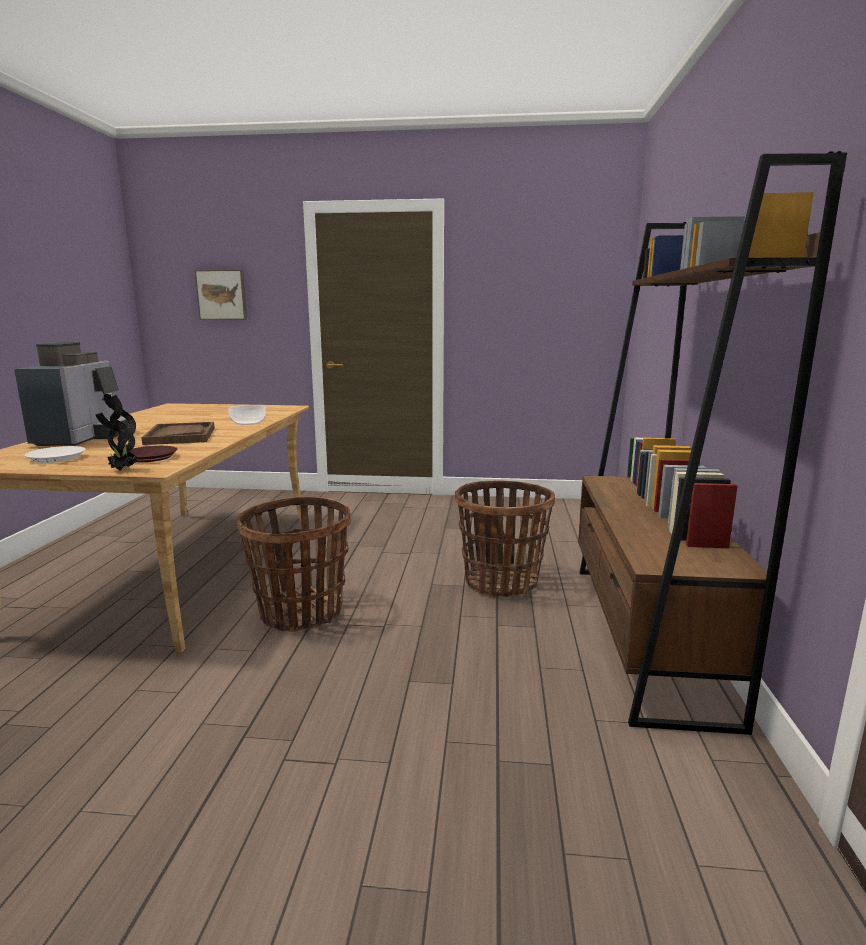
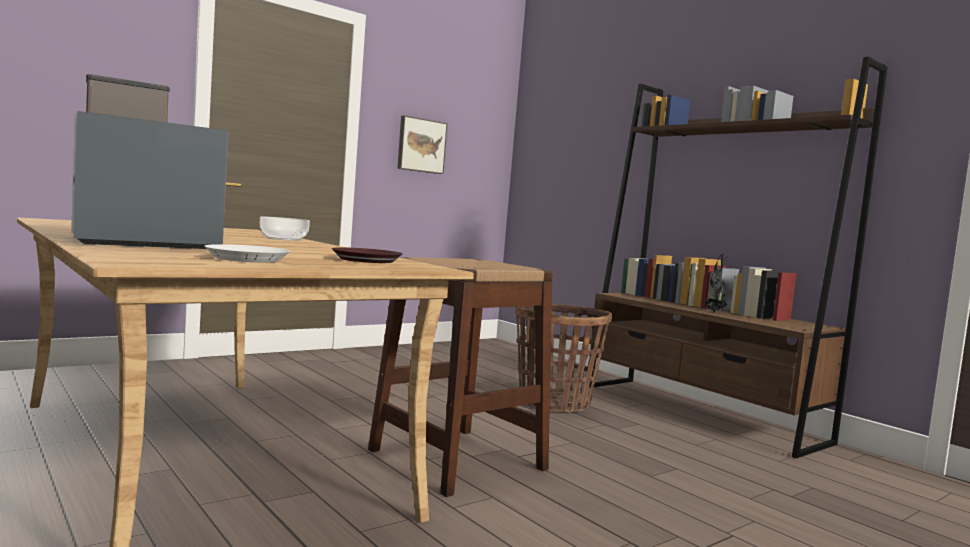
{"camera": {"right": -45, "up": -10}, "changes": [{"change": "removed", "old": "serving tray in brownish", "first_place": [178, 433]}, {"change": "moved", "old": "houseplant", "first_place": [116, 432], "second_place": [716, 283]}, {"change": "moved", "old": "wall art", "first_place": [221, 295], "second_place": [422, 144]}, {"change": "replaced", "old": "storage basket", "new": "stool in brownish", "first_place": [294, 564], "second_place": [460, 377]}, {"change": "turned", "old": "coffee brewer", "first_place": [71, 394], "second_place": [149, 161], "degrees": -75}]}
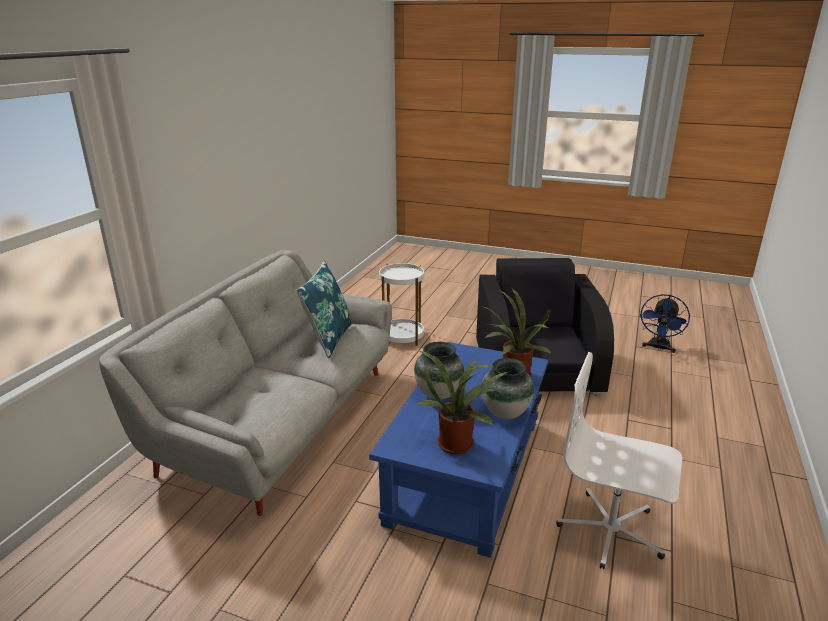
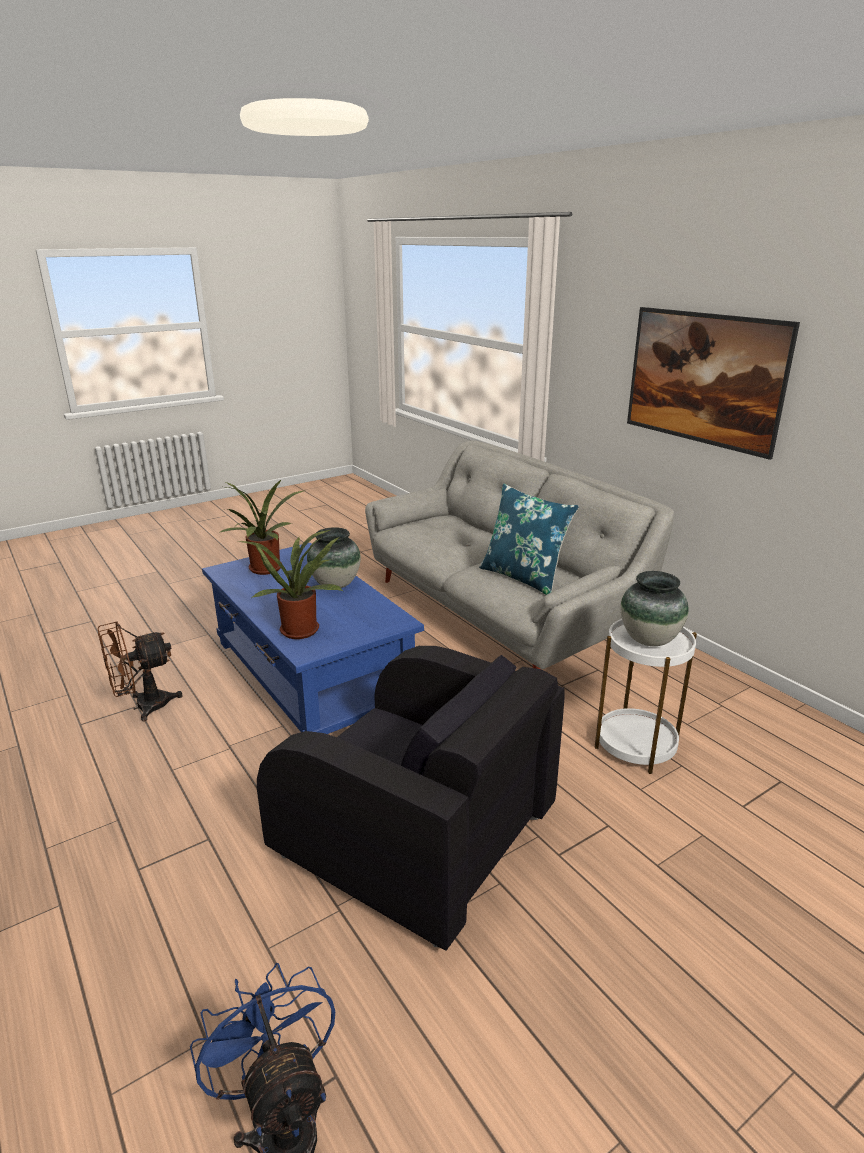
{"camera": {"right": 125, "up": 0}, "changes": [{"change": "added", "new": "wall art", "second_place": [713, 383]}, {"change": "moved", "old": "decorative vase", "first_place": [508, 388], "second_place": [654, 608]}, {"change": "replaced", "old": "office chair in white-coloured", "new": "electric fan in brownish", "first_place": [619, 460], "second_place": [140, 671]}]}
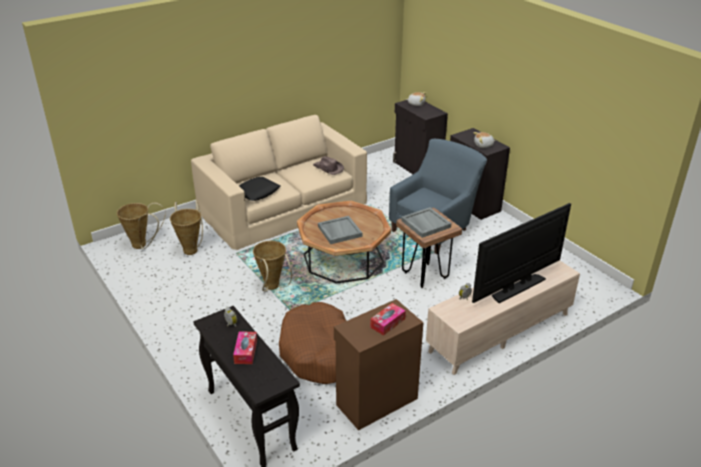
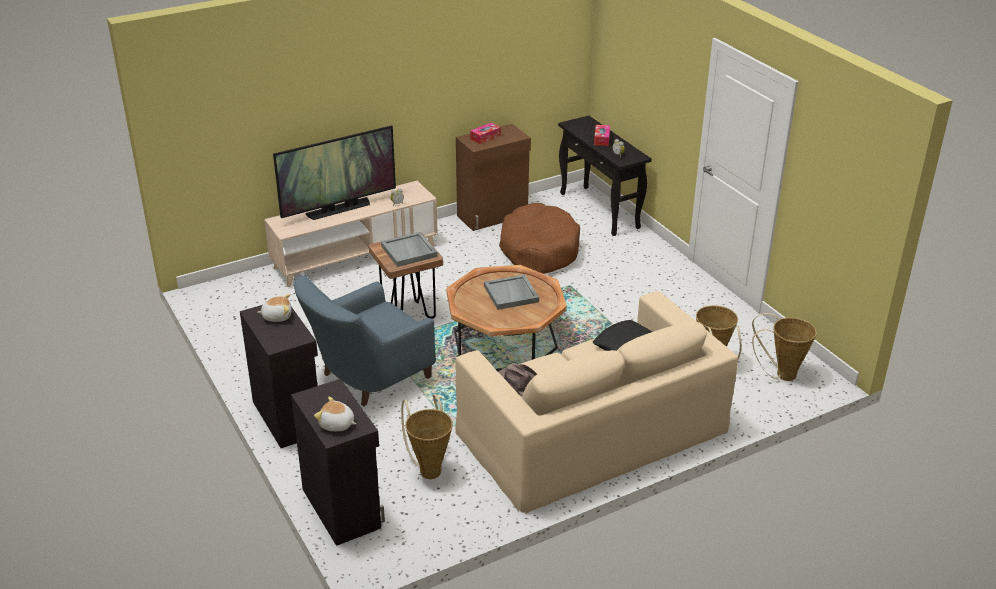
{"camera": {"right": -175, "up": 0}, "changes": [{"change": "moved", "old": "storage basket", "first_place": [272, 266], "second_place": [427, 436]}]}
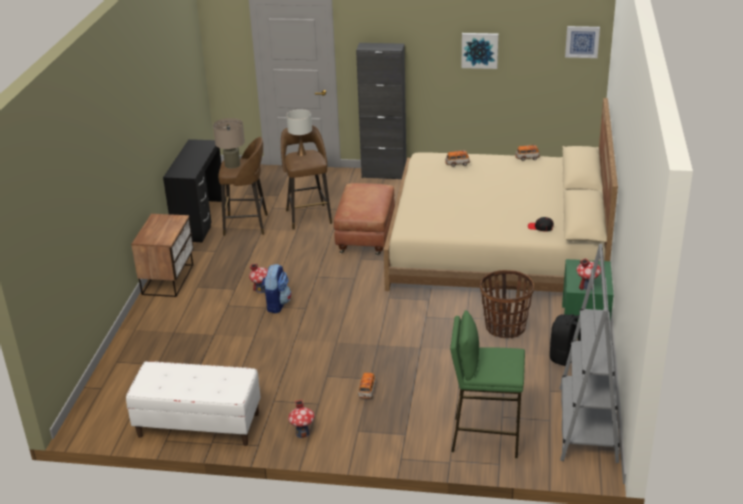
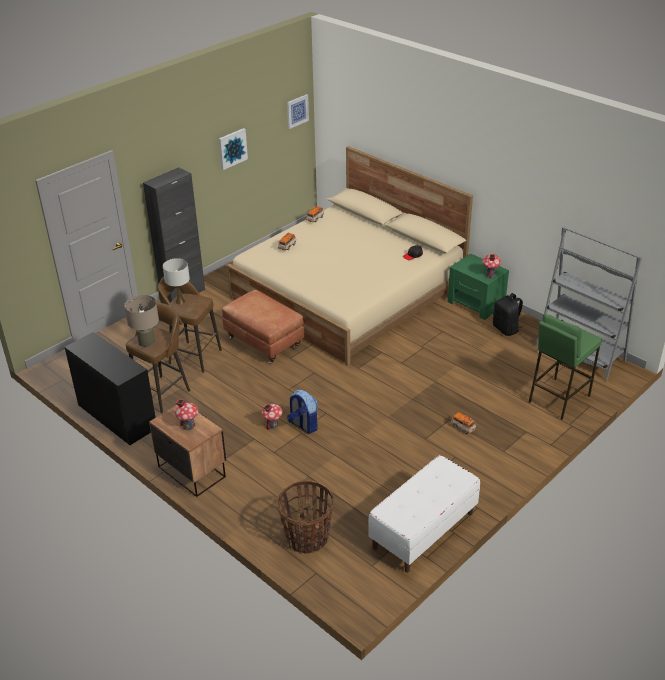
{"camera": {"right": -55, "up": 5}, "changes": [{"change": "moved", "old": "miniature house", "first_place": [301, 419], "second_place": [187, 414]}, {"change": "moved", "old": "storage basket", "first_place": [507, 304], "second_place": [305, 517]}]}
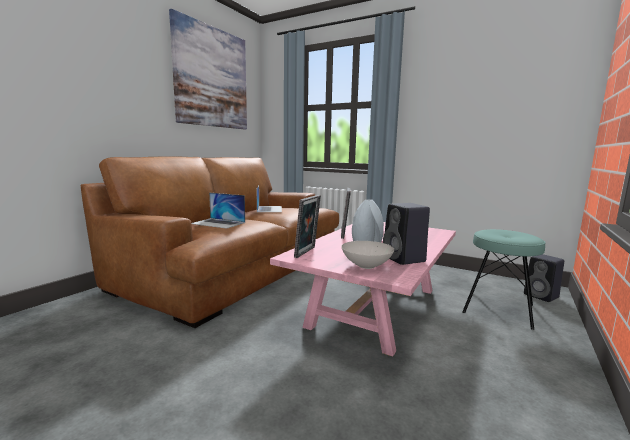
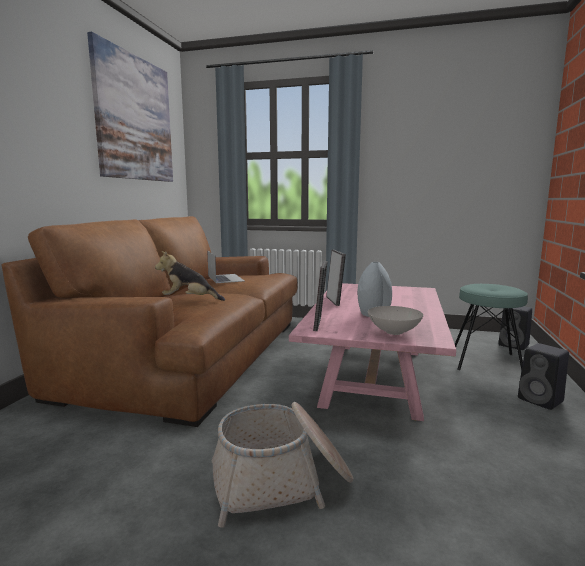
{"camera": {"right": -15, "up": 0}, "changes": [{"change": "added", "new": "storage basket", "second_place": [282, 465]}, {"change": "moved", "old": "loudspeaker in black", "first_place": [406, 234], "second_place": [543, 376]}, {"change": "replaced", "old": "portable computer", "new": "cuddly toy", "first_place": [218, 210], "second_place": [190, 276]}]}
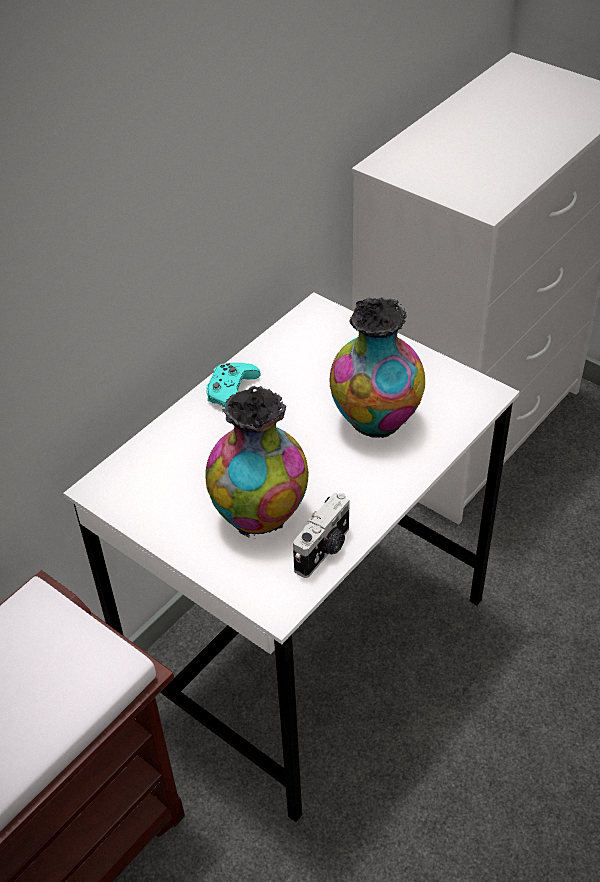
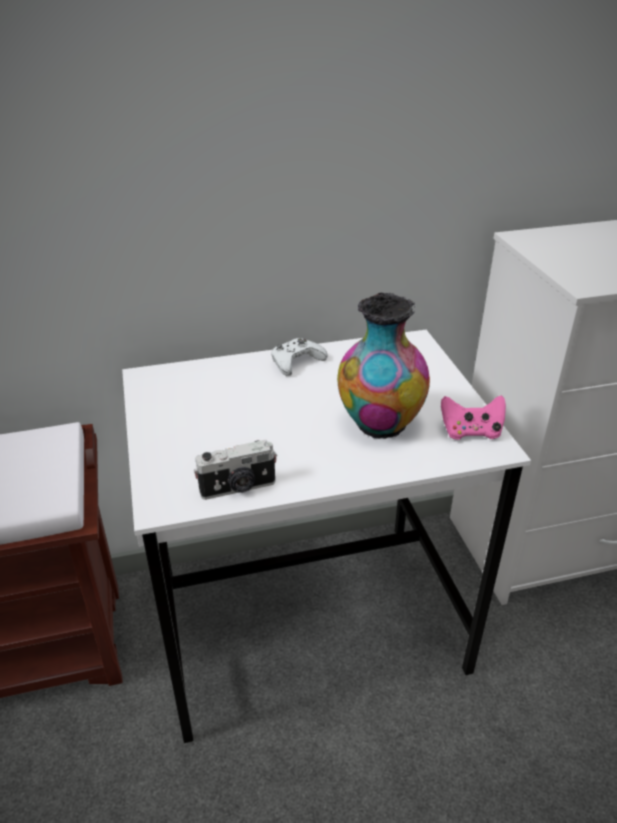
{"camera": {"right": 35, "up": -10}, "changes": [{"change": "removed", "old": "decorative vase", "first_place": [257, 461]}, {"change": "added", "new": "joypad in pink", "second_place": [473, 417]}, {"change": "recoloured", "old": "joypad in turquoise-coloured", "new": "joypad in white-coloured", "first_place": [233, 385], "second_place": [299, 357]}]}
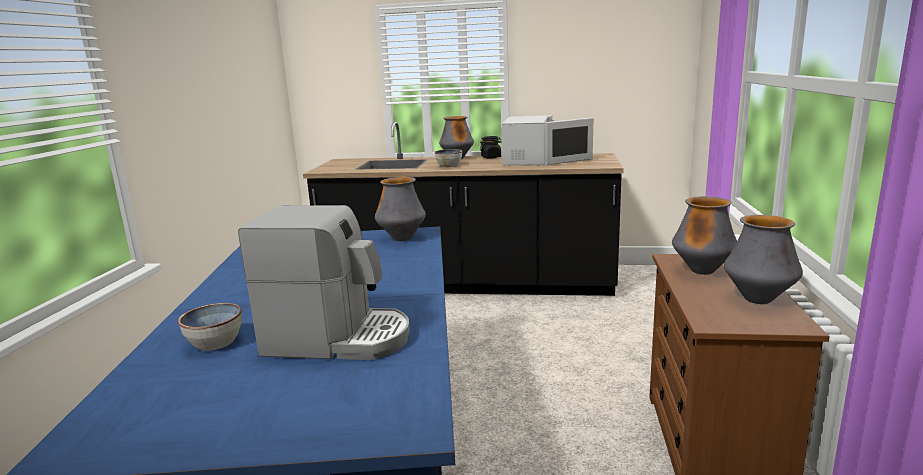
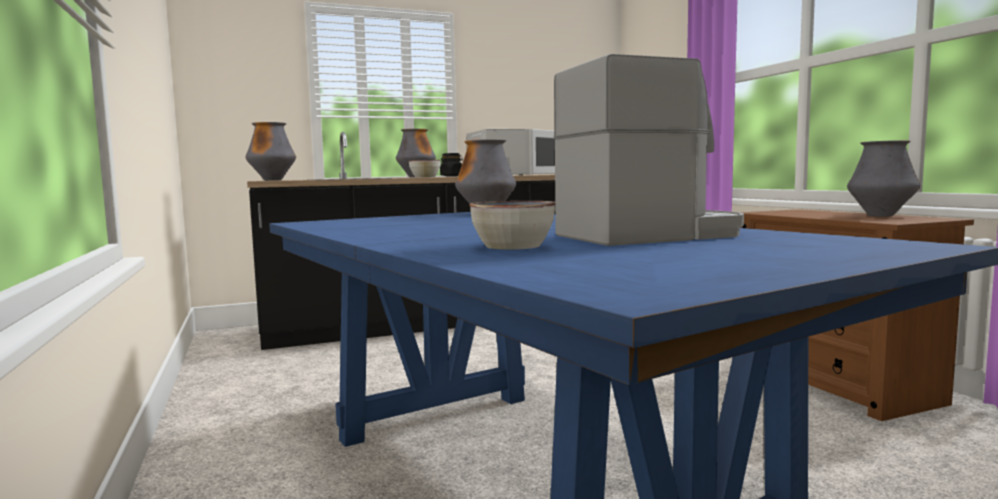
{"camera": {"right": -30, "up": -10}, "changes": [{"change": "moved", "old": "decorative vase", "first_place": [704, 235], "second_place": [271, 151]}]}
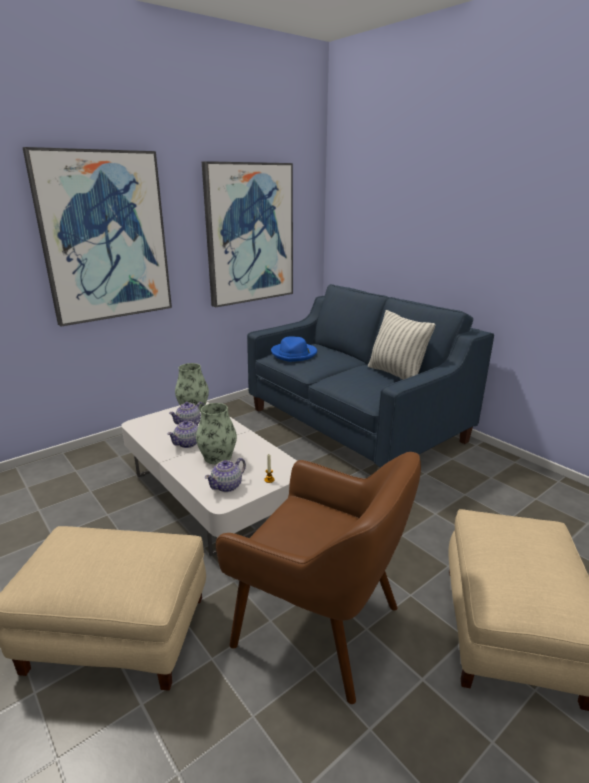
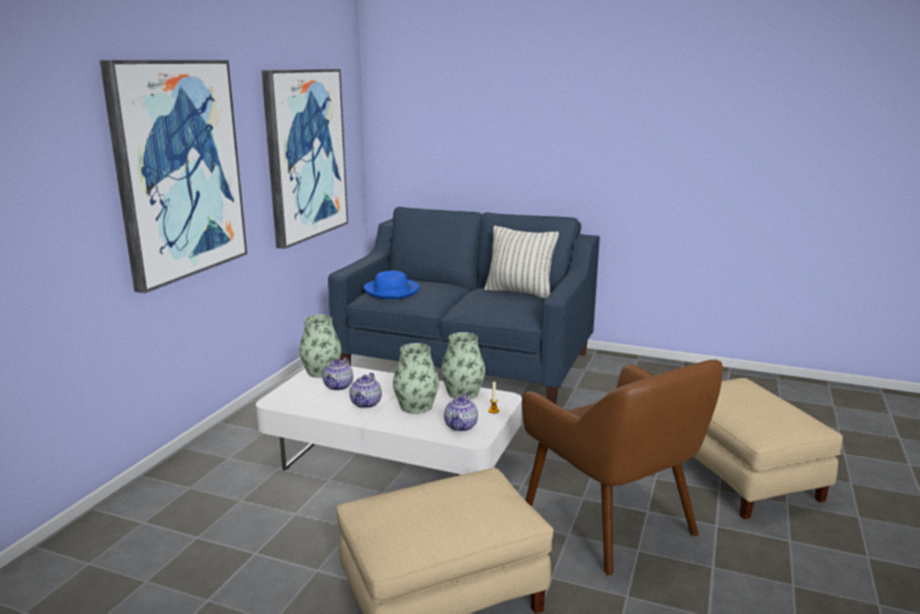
{"camera": {"right": -30, "up": -5}, "changes": [{"change": "added", "new": "decorative vase", "second_place": [463, 365]}, {"change": "turned", "old": "lounge chair in brownish", "first_place": [318, 578], "second_place": [622, 467], "degrees": 60}]}
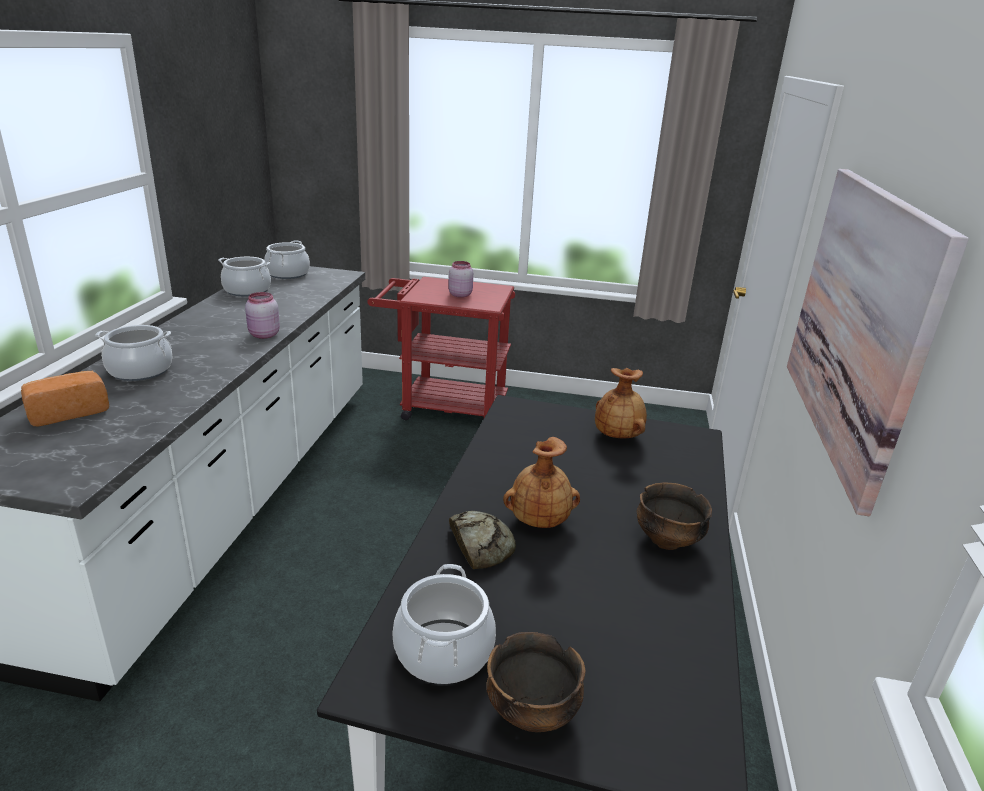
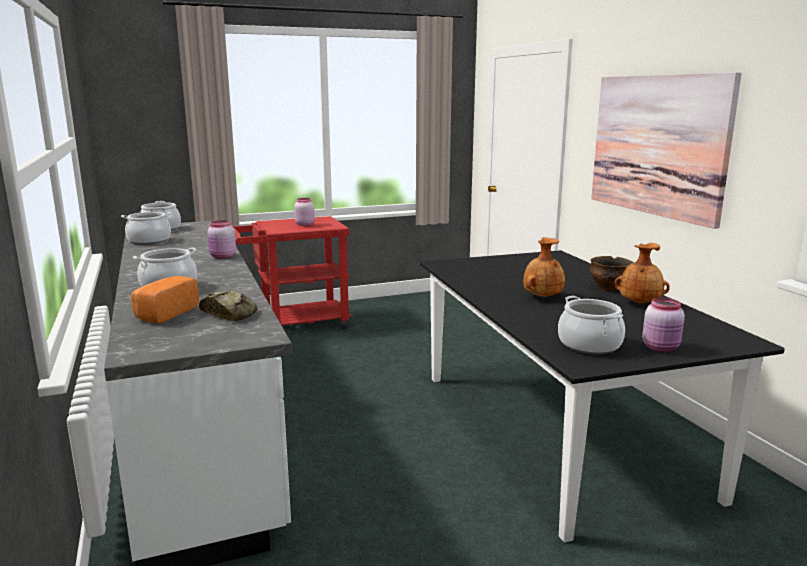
{"camera": {"right": -30, "up": -10}, "changes": [{"change": "moved", "old": "baked bread", "first_place": [482, 540], "second_place": [228, 306]}, {"change": "moved", "old": "decorative vase in brownish", "first_place": [621, 403], "second_place": [642, 273]}, {"change": "replaced", "old": "serving bowl", "new": "storage jar in pink", "first_place": [535, 682], "second_place": [663, 325]}]}
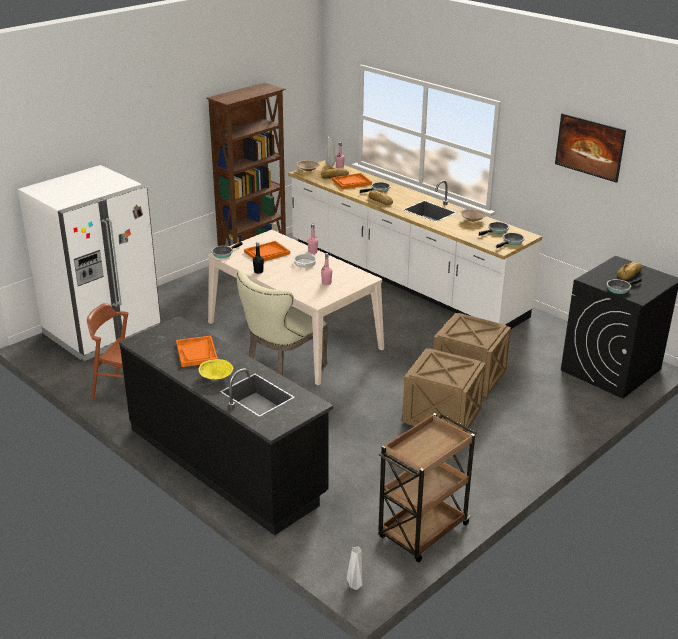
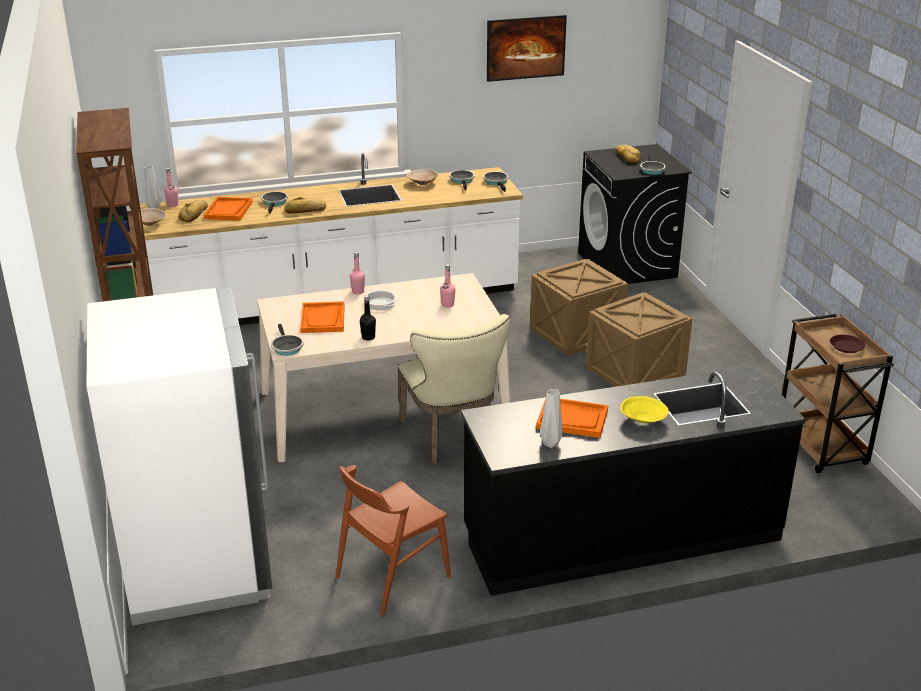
{"camera": {"right": -60, "up": 0}, "changes": [{"change": "added", "new": "plate in brownish", "second_place": [847, 344]}, {"change": "moved", "old": "decorative vase in greyish", "first_place": [355, 568], "second_place": [551, 418]}]}
